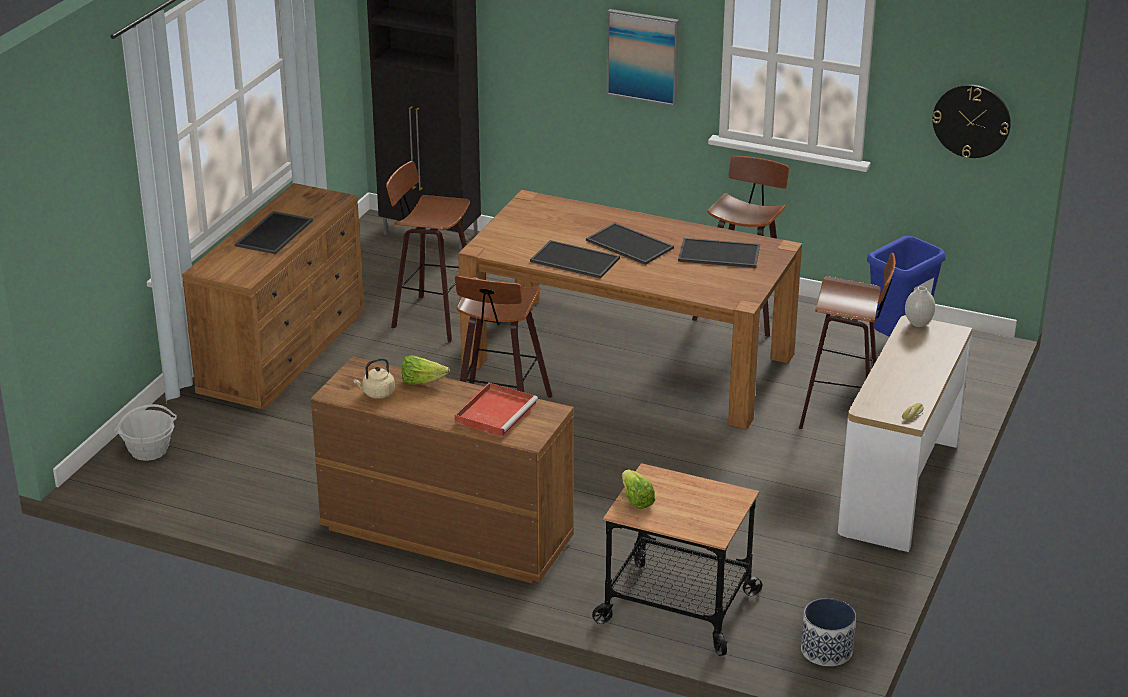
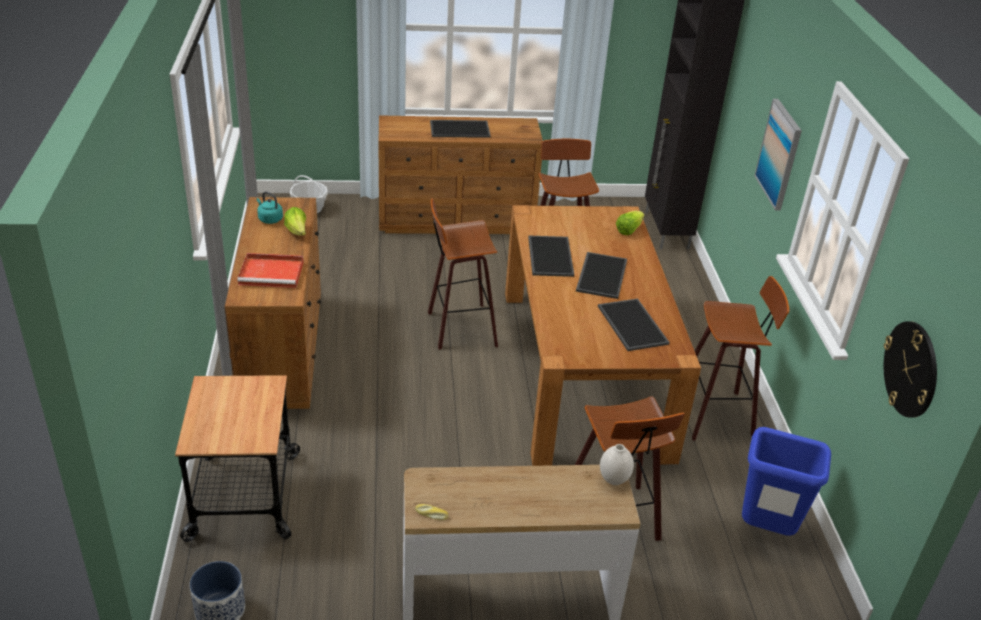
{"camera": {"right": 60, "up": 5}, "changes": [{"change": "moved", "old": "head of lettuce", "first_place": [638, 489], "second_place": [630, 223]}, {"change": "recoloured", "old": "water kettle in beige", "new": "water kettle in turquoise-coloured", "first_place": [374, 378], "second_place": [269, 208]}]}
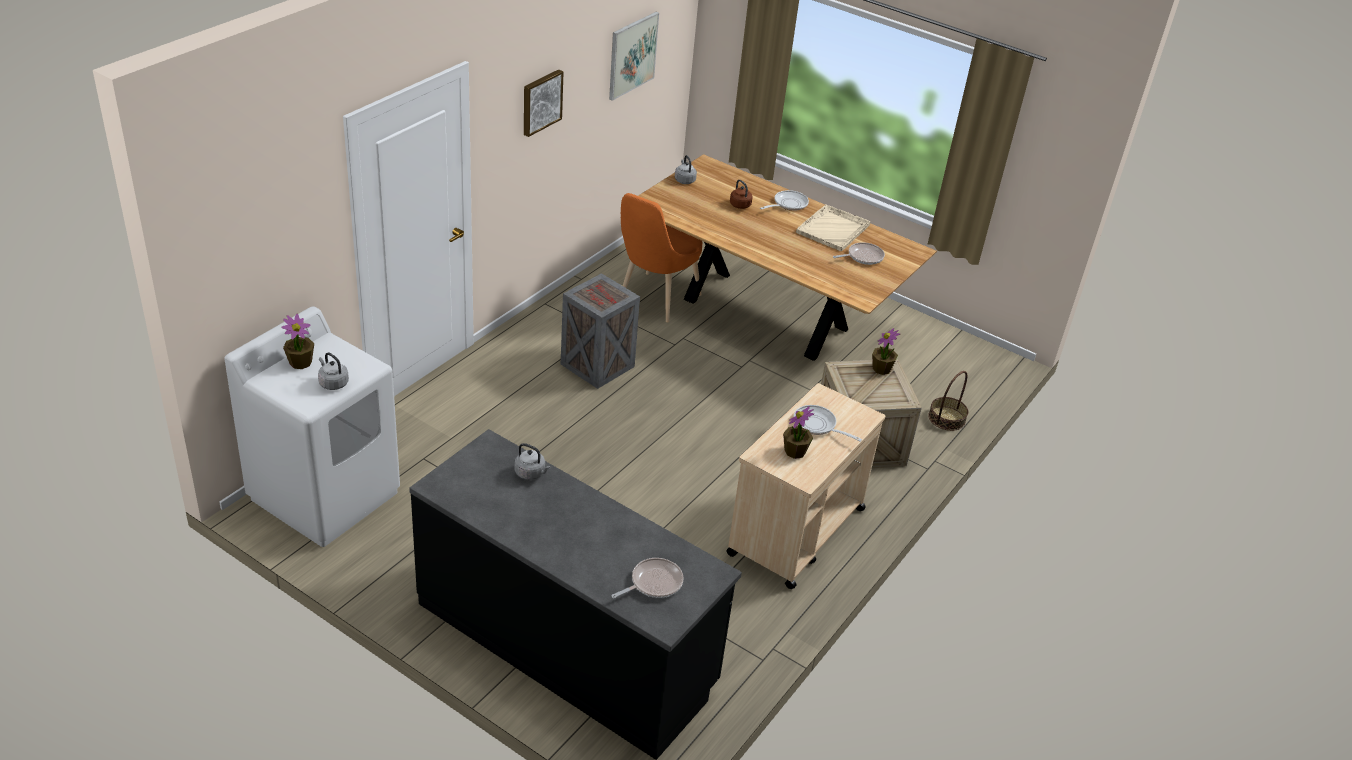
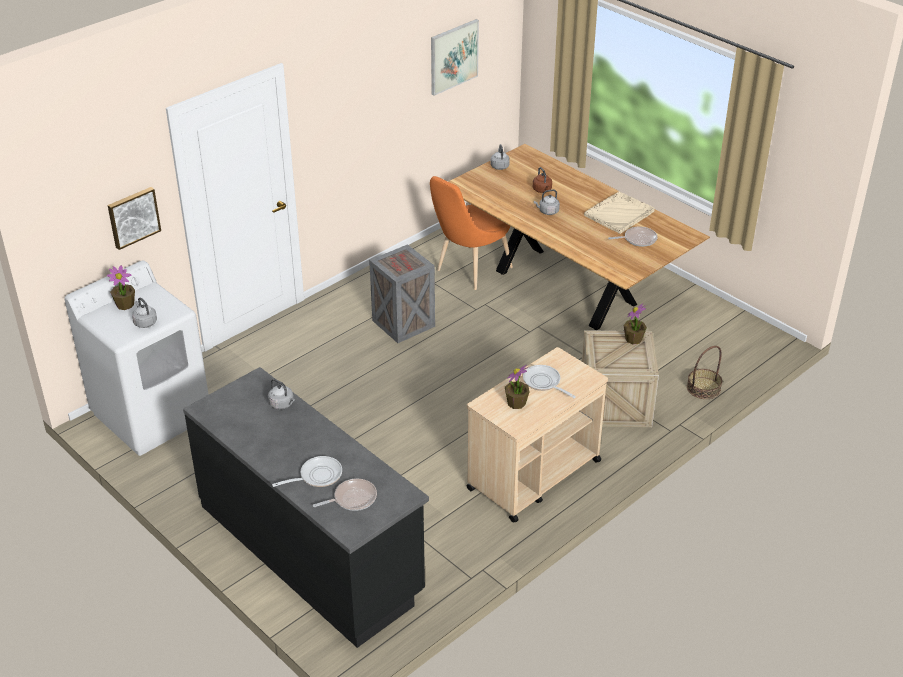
{"camera": {"right": 15, "up": 0}, "changes": [{"change": "added", "new": "water kettle in greyish", "second_place": [547, 202]}, {"change": "moved", "old": "wall art", "first_place": [544, 103], "second_place": [134, 218]}, {"change": "moved", "old": "skillet", "first_place": [784, 200], "second_place": [307, 471]}]}
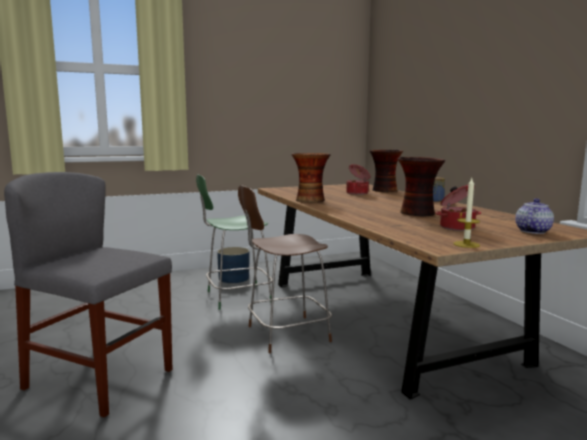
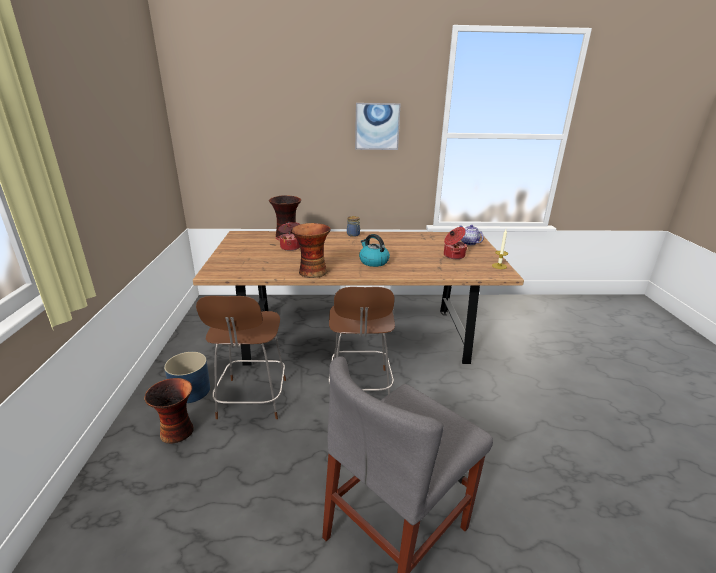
{"camera": {"right": -70, "up": 15}, "changes": [{"change": "added", "new": "wall art", "second_place": [378, 126]}, {"change": "added", "new": "water kettle", "second_place": [374, 250]}, {"change": "moved", "old": "decorative vase", "first_place": [422, 186], "second_place": [169, 411]}, {"change": "recoloured", "old": "stool in green-coloured", "new": "stool in brownish", "first_place": [234, 242], "second_place": [241, 357]}]}
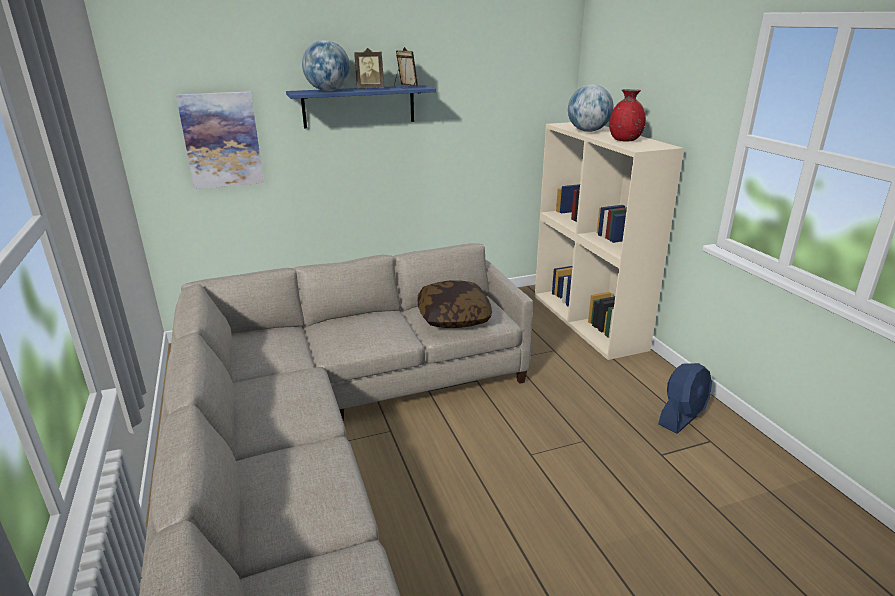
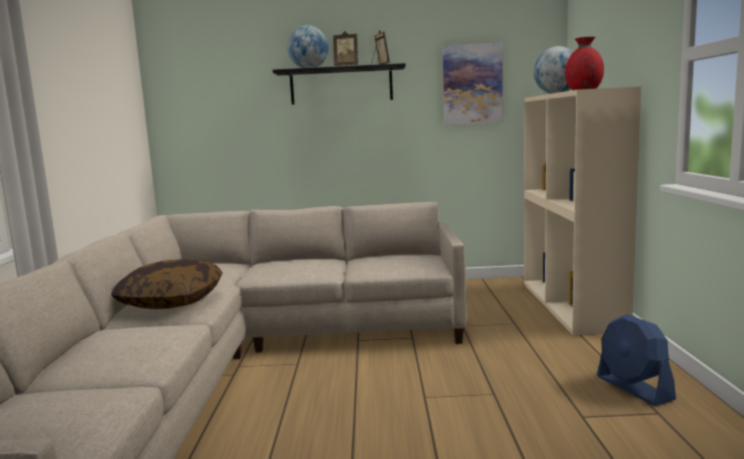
{"camera": {"right": 20, "up": -15}, "changes": [{"change": "moved", "old": "wall art", "first_place": [220, 140], "second_place": [473, 84]}, {"change": "moved", "old": "throw pillow", "first_place": [454, 304], "second_place": [167, 284]}, {"change": "recoloured", "old": "shelf in blue-coloured", "new": "shelf in black", "first_place": [361, 106], "second_place": [339, 84]}, {"change": "turned", "old": "electric fan in blue-coloured", "first_place": [685, 398], "second_place": [636, 360], "degrees": 90}]}
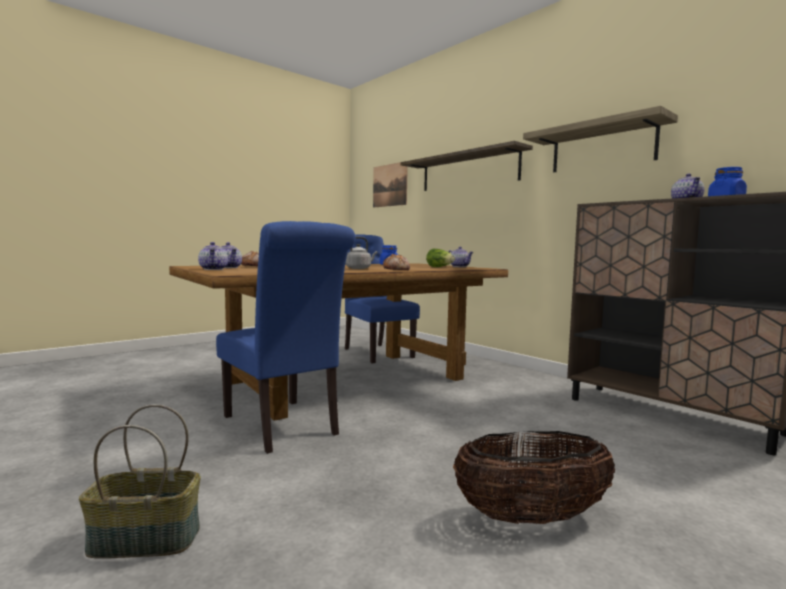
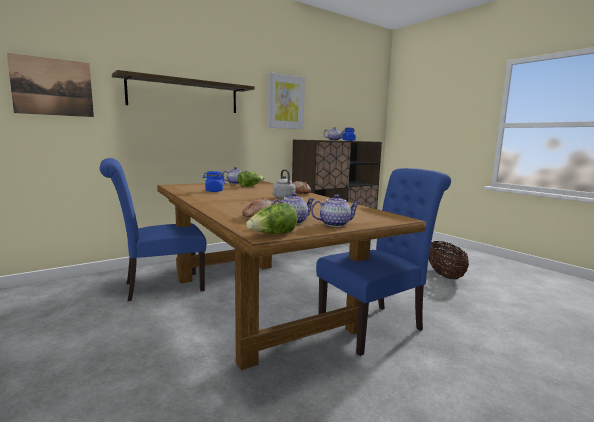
{"camera": {"right": -85, "up": 5}, "changes": [{"change": "removed", "old": "storage basket", "first_place": [140, 481]}, {"change": "added", "new": "head of lettuce", "second_place": [271, 218]}, {"change": "replaced", "old": "shelf", "new": "wall art", "first_place": [600, 139], "second_place": [286, 100]}]}
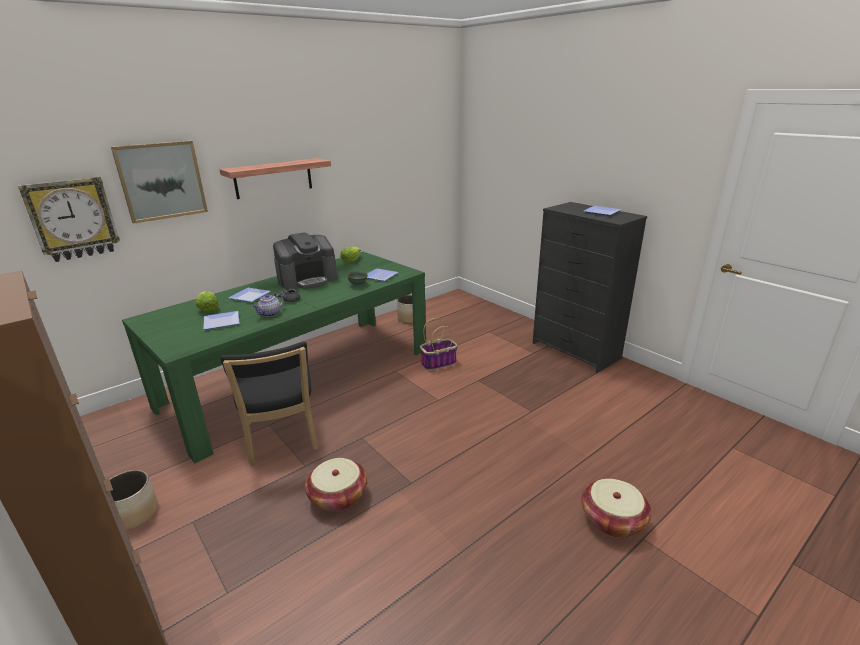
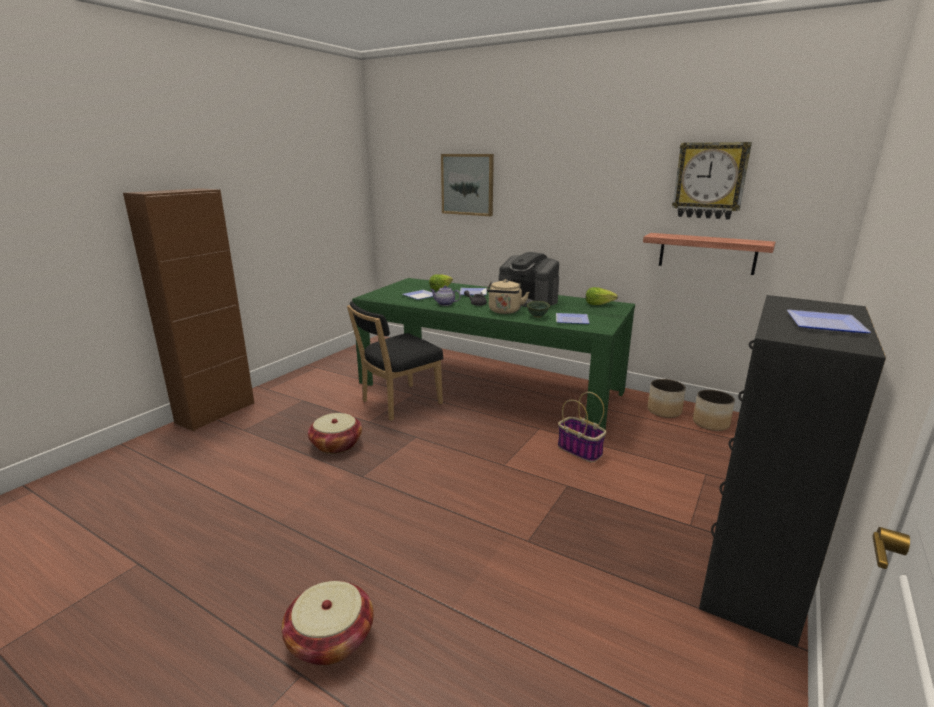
{"camera": {"right": 70, "up": -5}, "changes": [{"change": "added", "new": "water kettle in beige", "second_place": [508, 296]}, {"change": "moved", "old": "hanging clock", "first_place": [69, 219], "second_place": [712, 181]}, {"change": "moved", "old": "flower pot", "first_place": [134, 500], "second_place": [714, 410]}, {"change": "moved", "old": "shelf", "first_place": [275, 178], "second_place": [709, 254]}]}
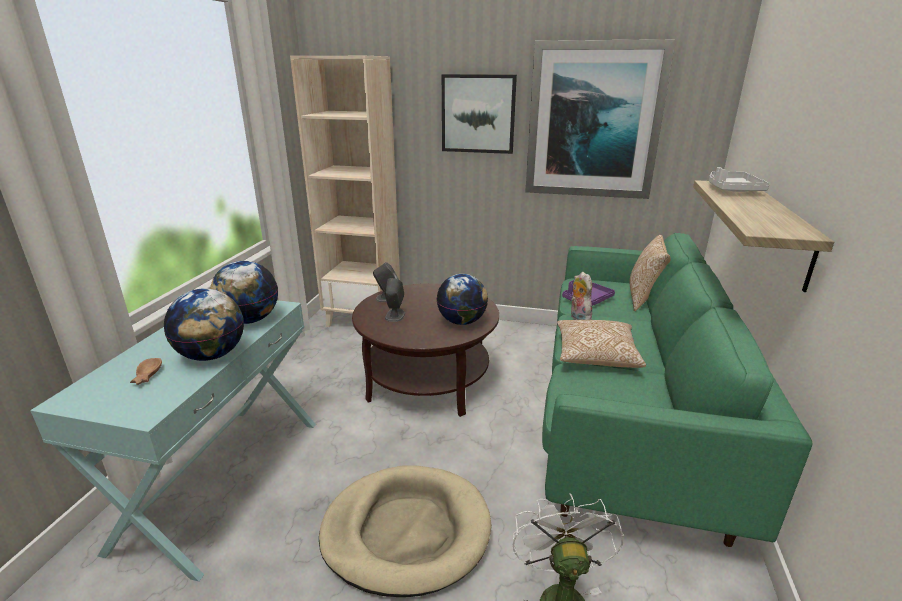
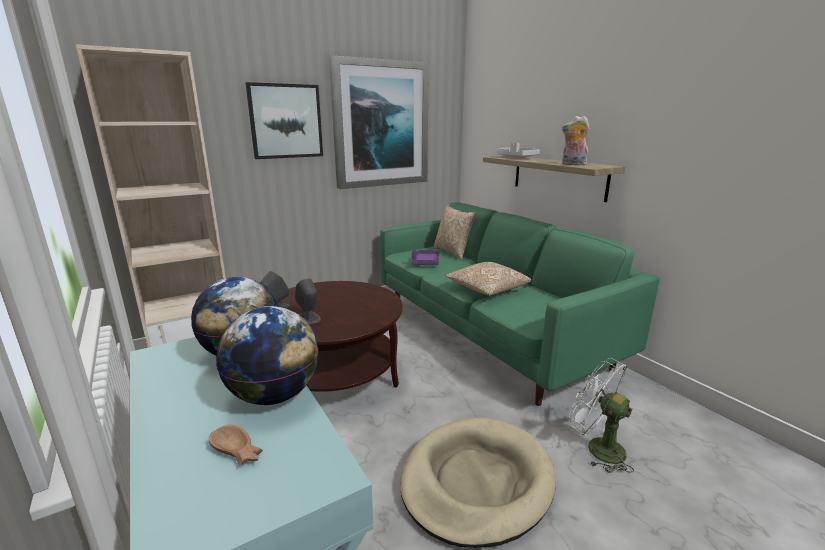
{"camera": {"right": -45, "up": -5}, "changes": [{"change": "removed", "old": "world globe", "first_place": [462, 299]}, {"change": "moved", "old": "cuddly toy", "first_place": [581, 296], "second_place": [576, 141]}]}
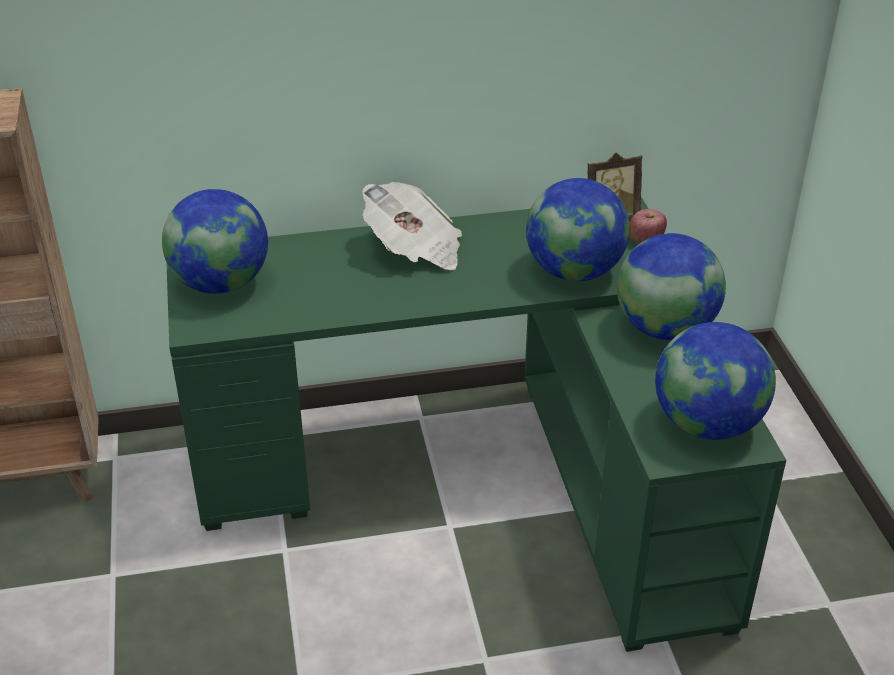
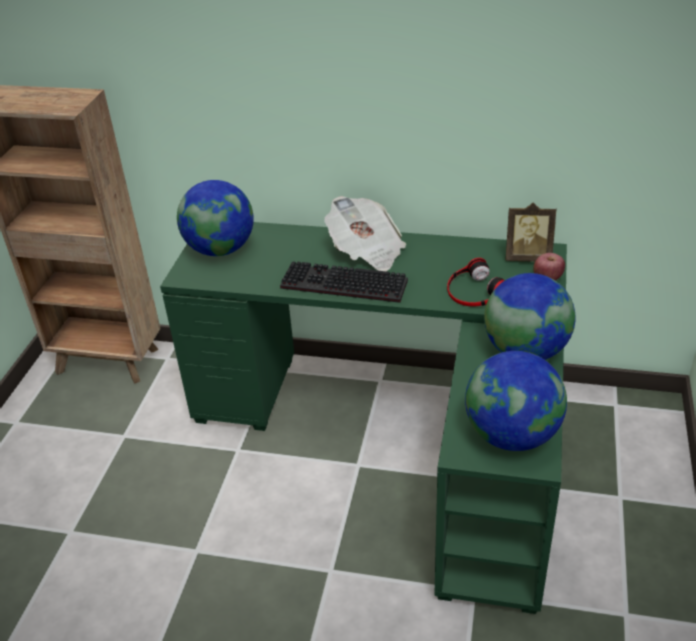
{"camera": {"right": 25, "up": 0}, "changes": [{"change": "added", "new": "computer keyboard", "second_place": [344, 282]}, {"change": "replaced", "old": "world globe", "new": "headphones", "first_place": [578, 229], "second_place": [476, 282]}]}
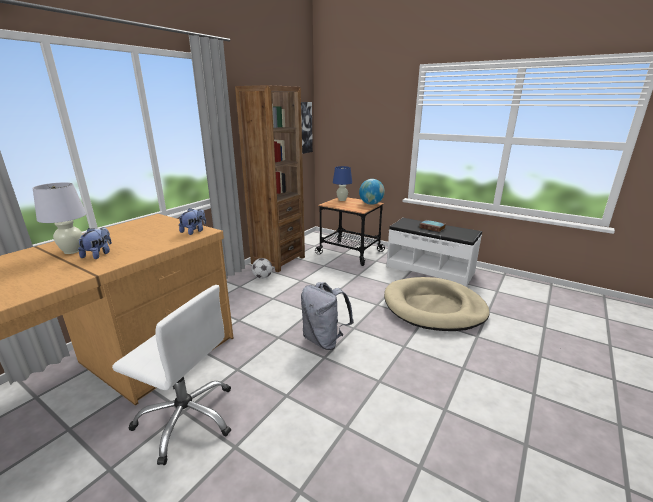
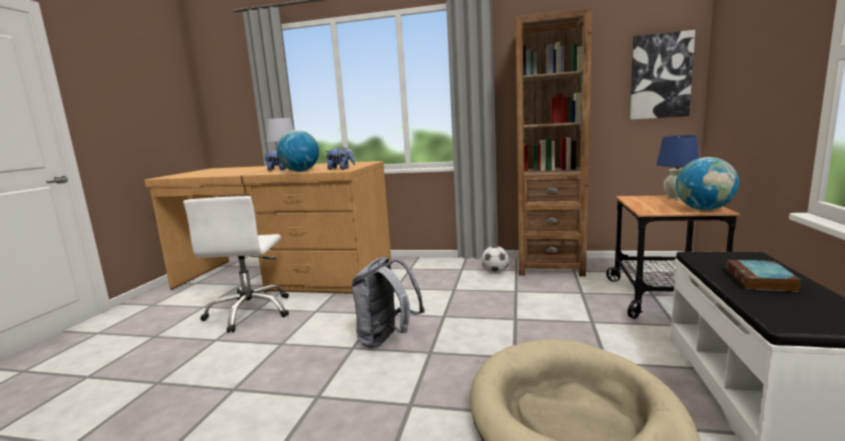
{"camera": {"right": 70, "up": -10}, "changes": [{"change": "added", "new": "world globe", "second_place": [298, 151]}]}
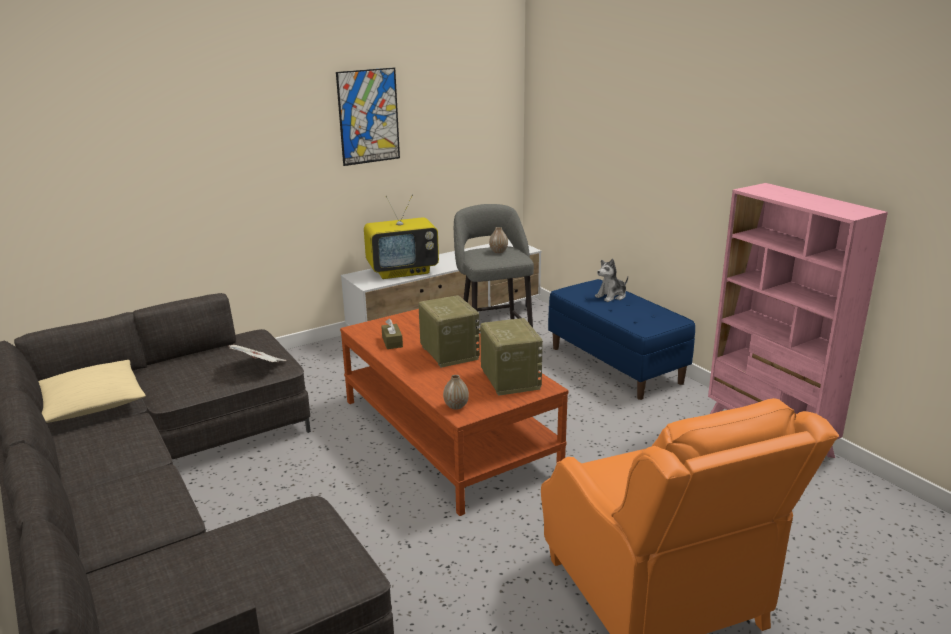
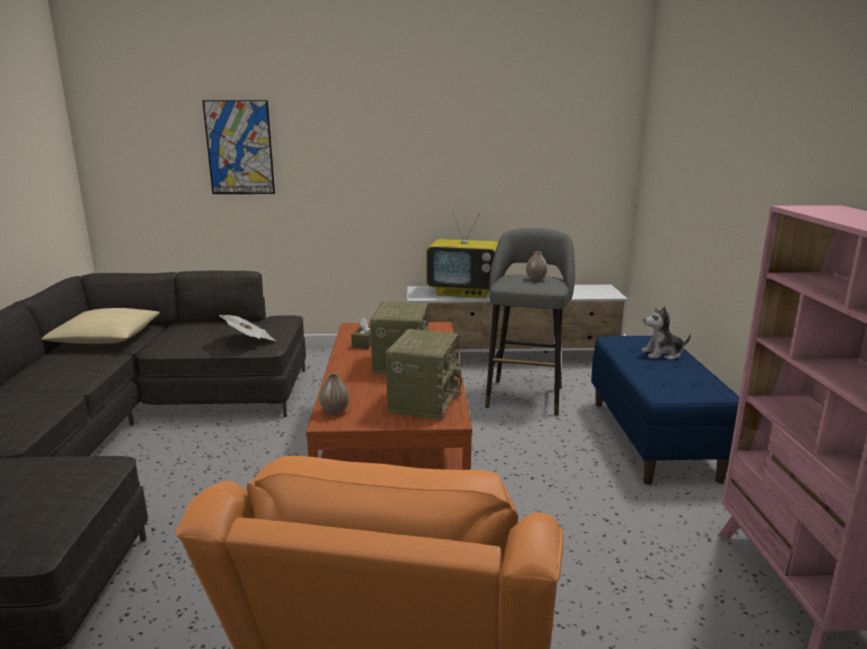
{"camera": {"right": 30, "up": -5}, "changes": [{"change": "moved", "old": "wall art", "first_place": [368, 117], "second_place": [238, 147]}]}
